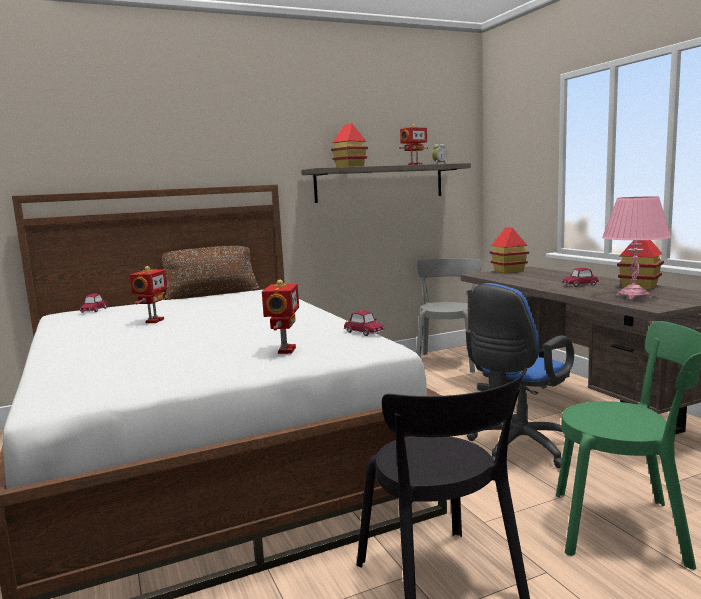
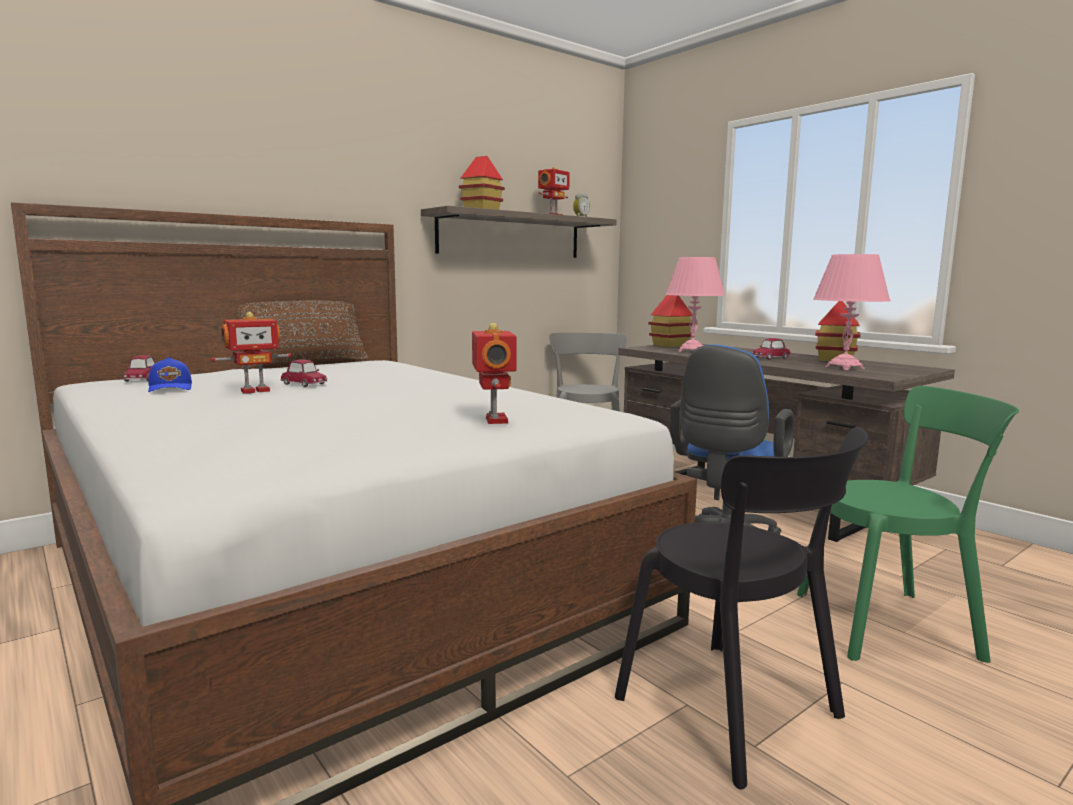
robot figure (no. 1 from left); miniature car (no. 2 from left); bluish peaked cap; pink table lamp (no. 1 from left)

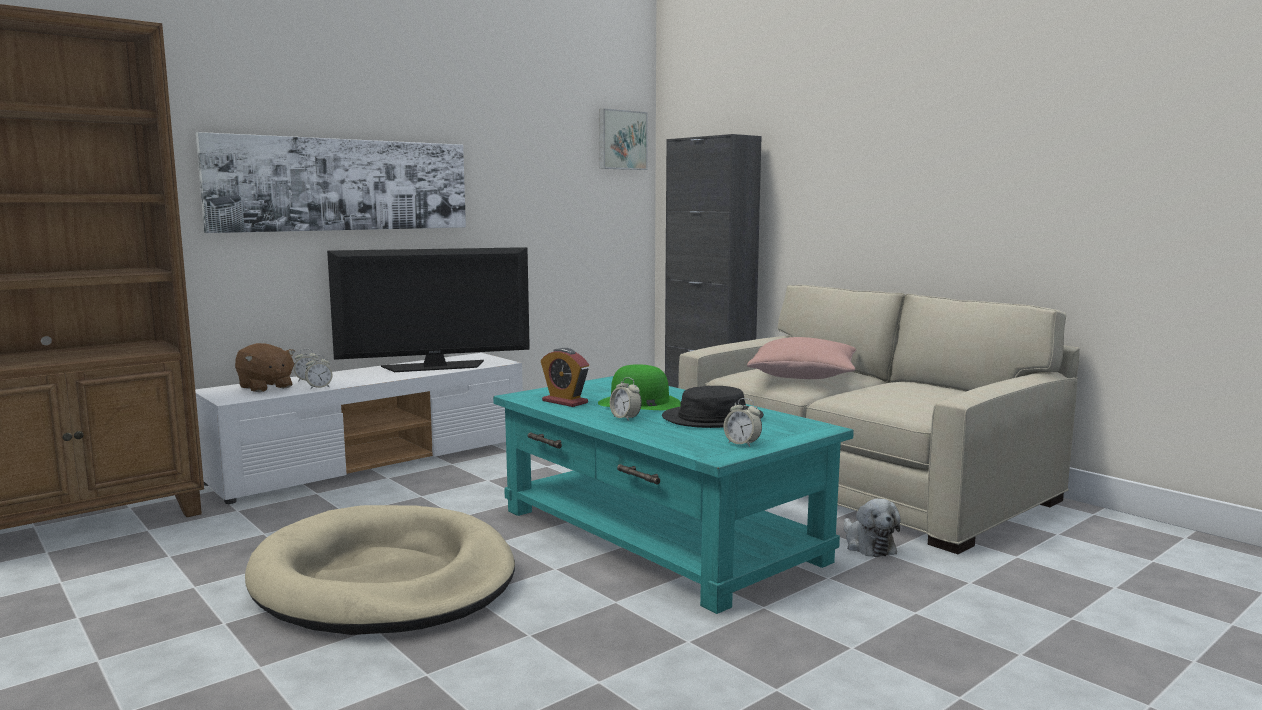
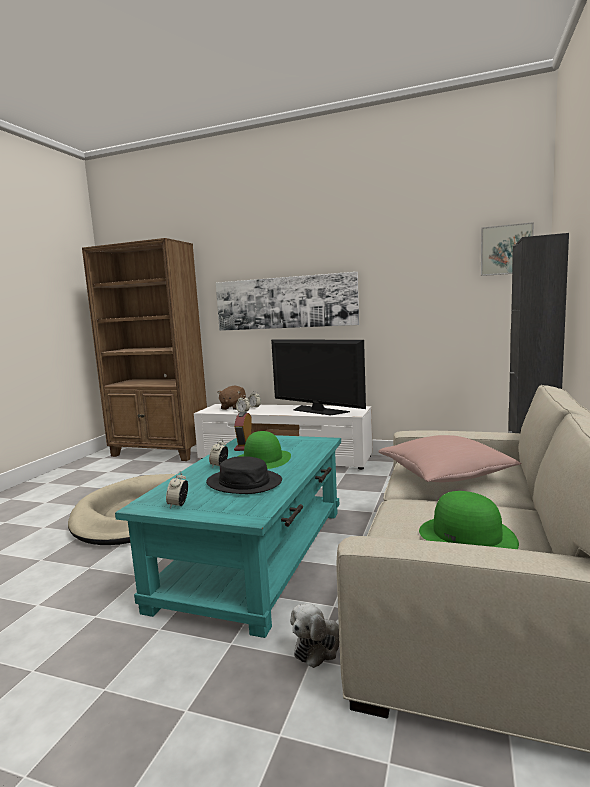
greenish clothing hat (no. 2 from left)

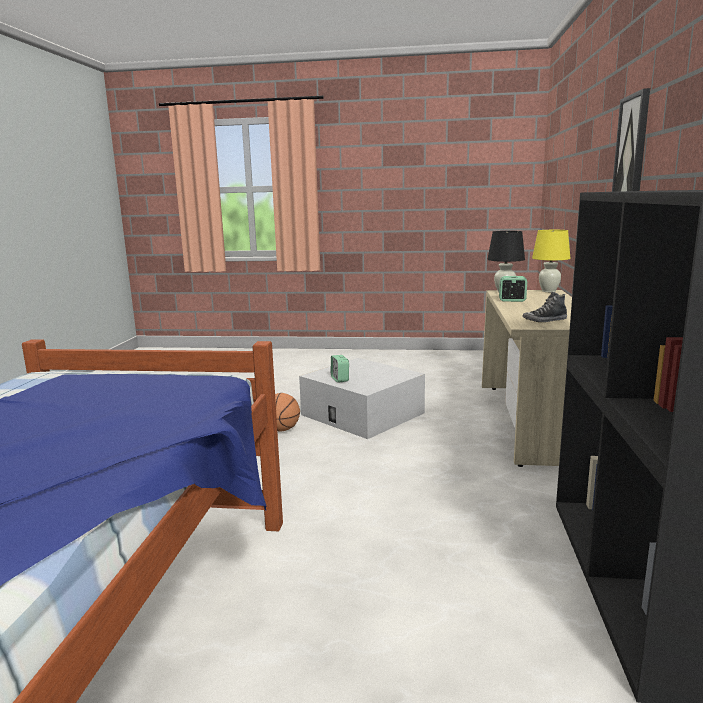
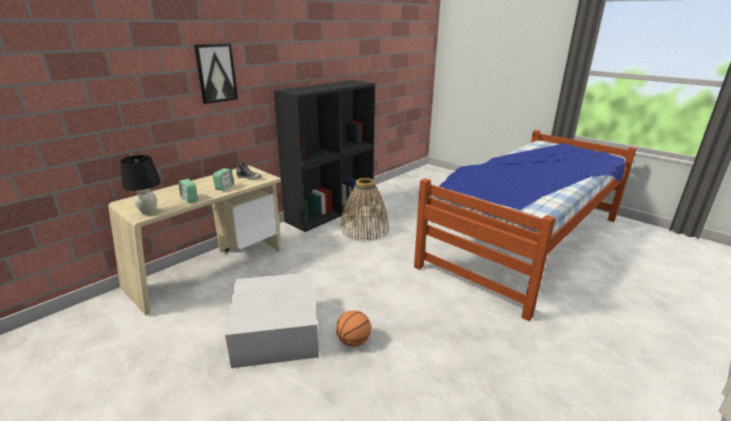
table clock (no. 2 from left); yellowish table lamp; storage basket

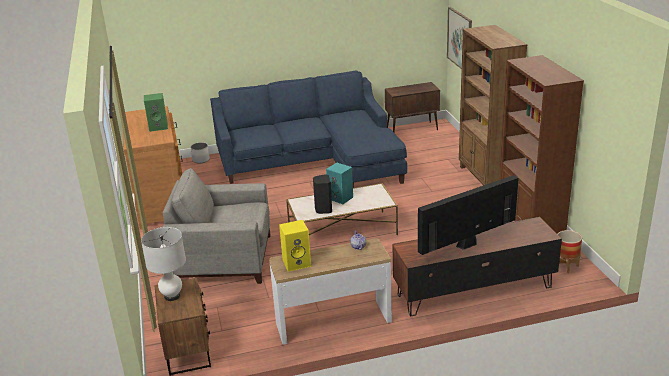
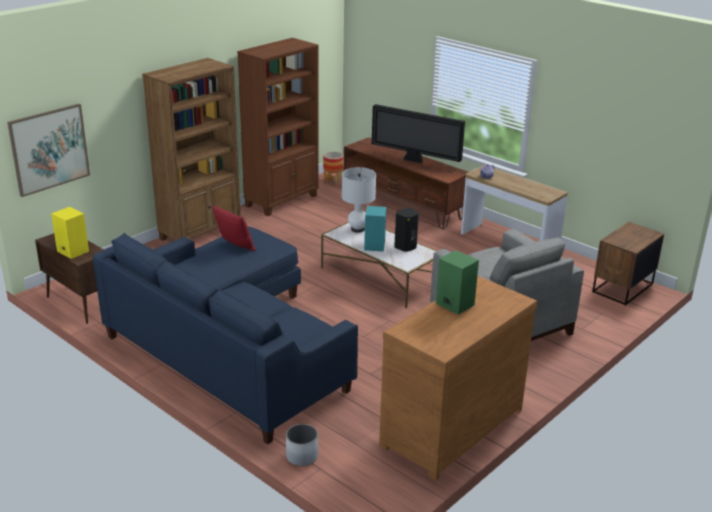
white-coloured table lamp; yellowish speaker; reddish pillow

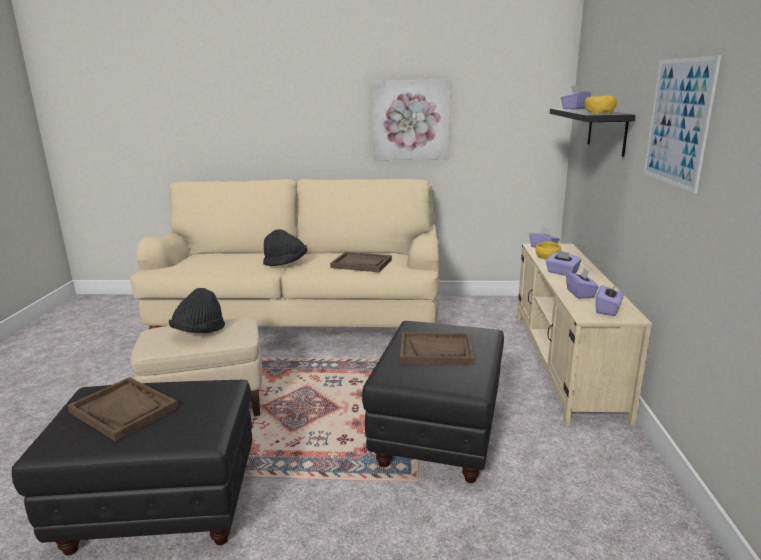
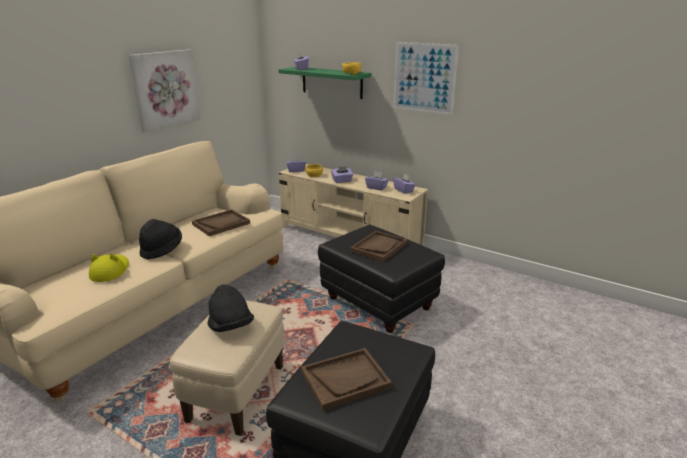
greenish shelf; yellowish clothing hat

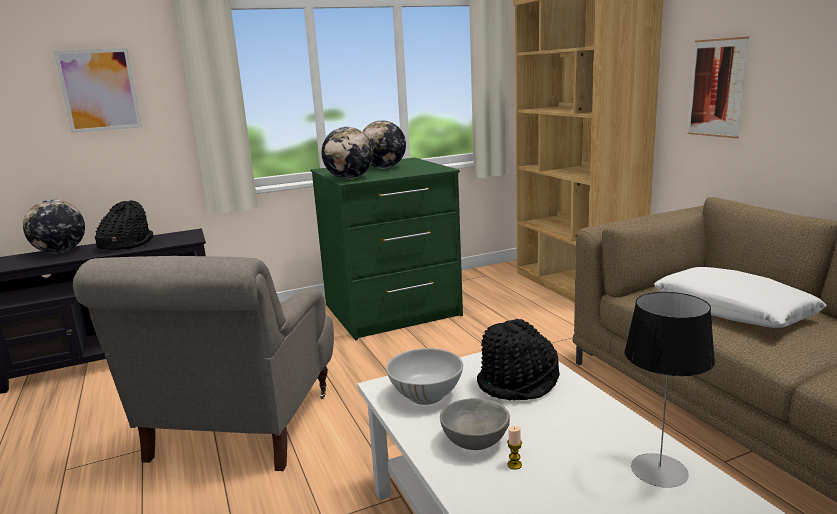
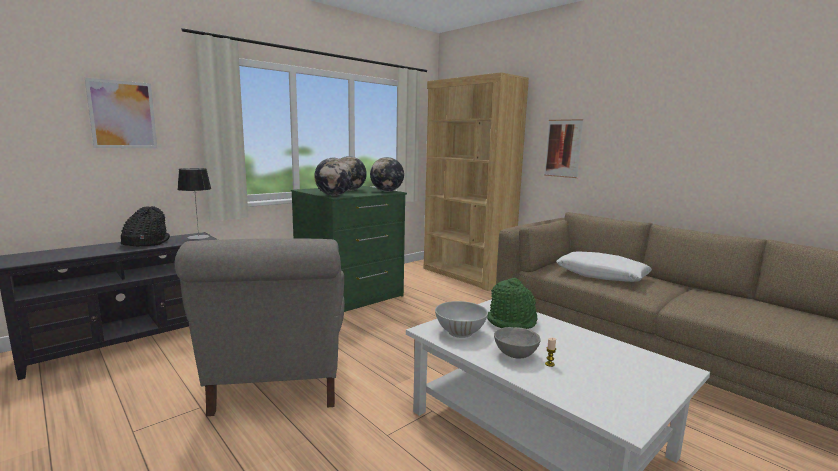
globe (no. 3 from left); greenish clothing hat; table lamp

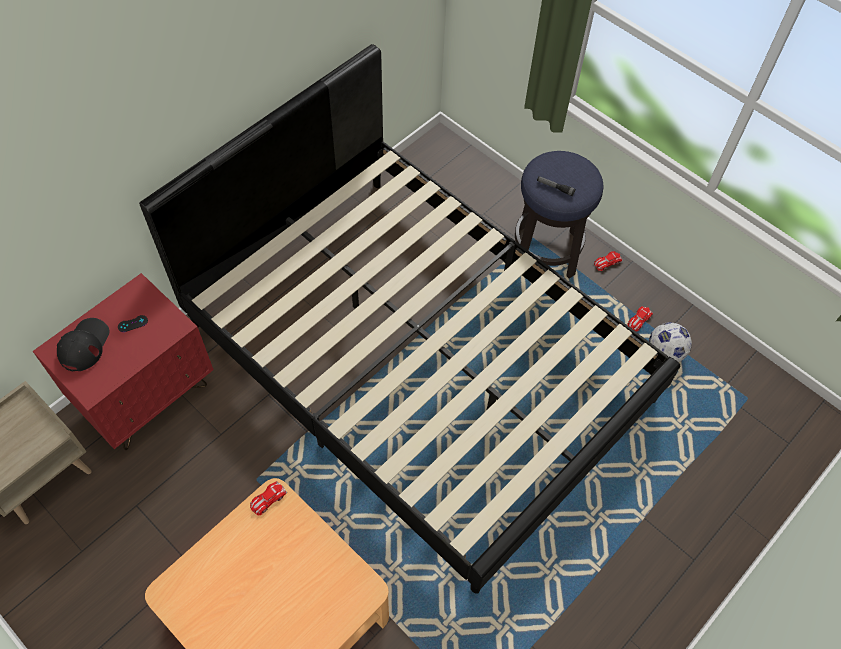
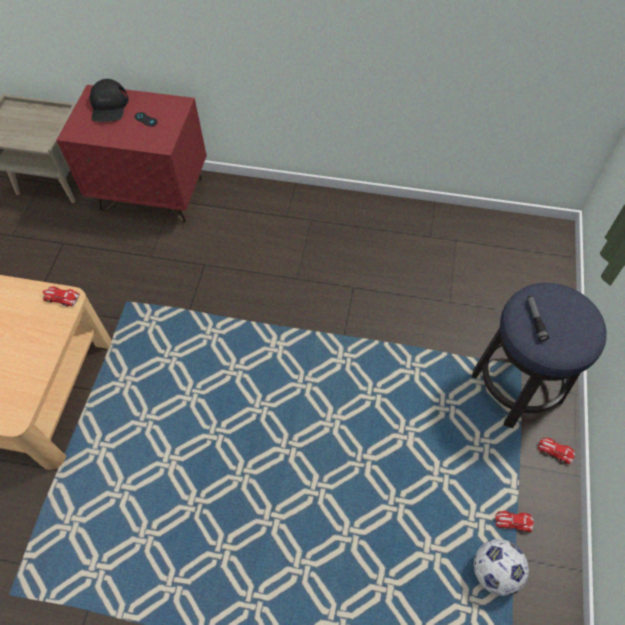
black-coloured peaked cap; black-coloured bedroom bed

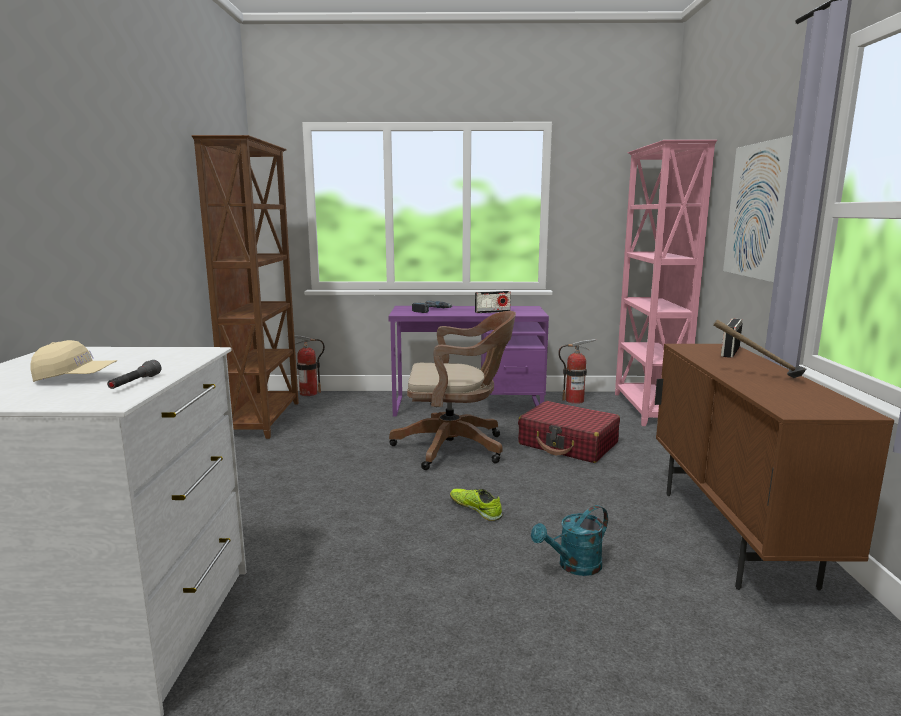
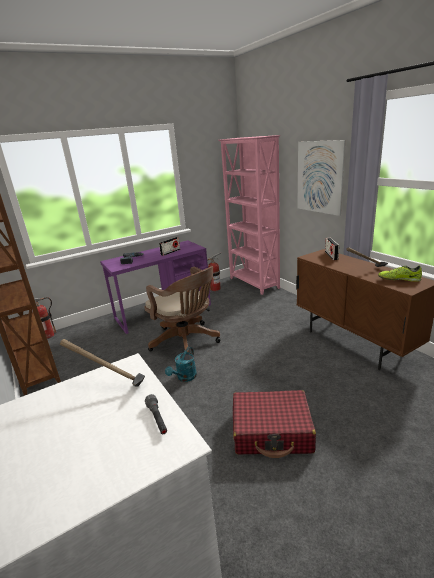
beige-coloured peaked cap; brown computer chair; item of footwear; reddish suitcase; turquoise sprinkling can; hammer (no. 1 from left)

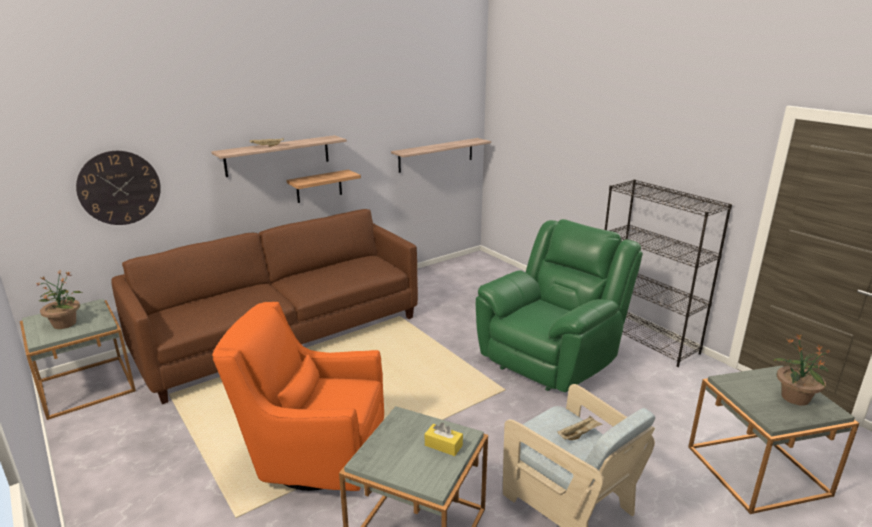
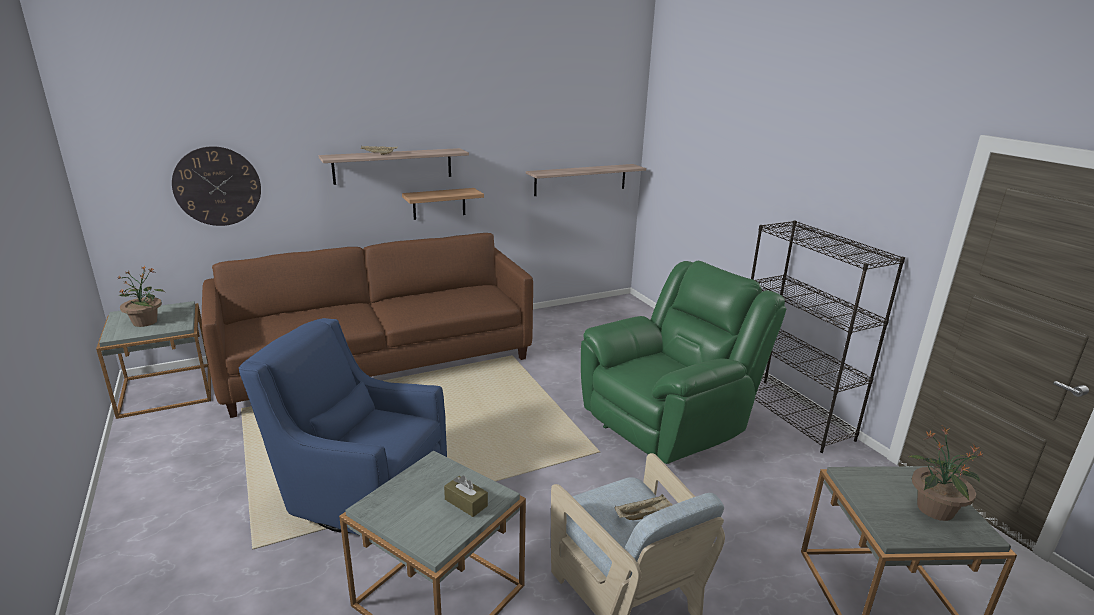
bluish armchair; brown tissue holder

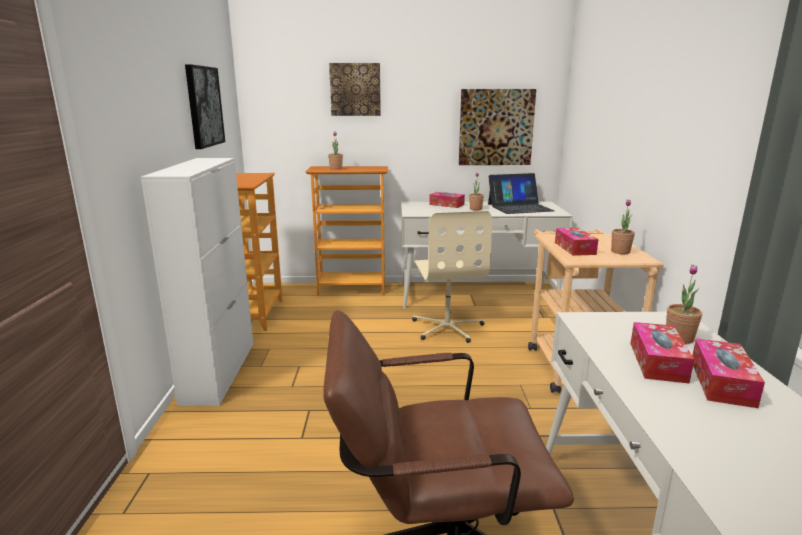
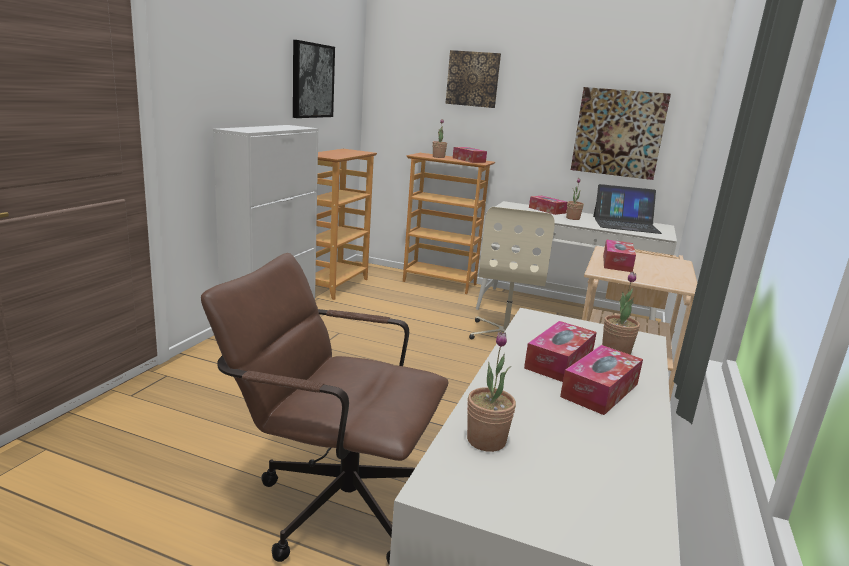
plant in a pot (no. 2 from left); tissue holder (no. 1 from left)

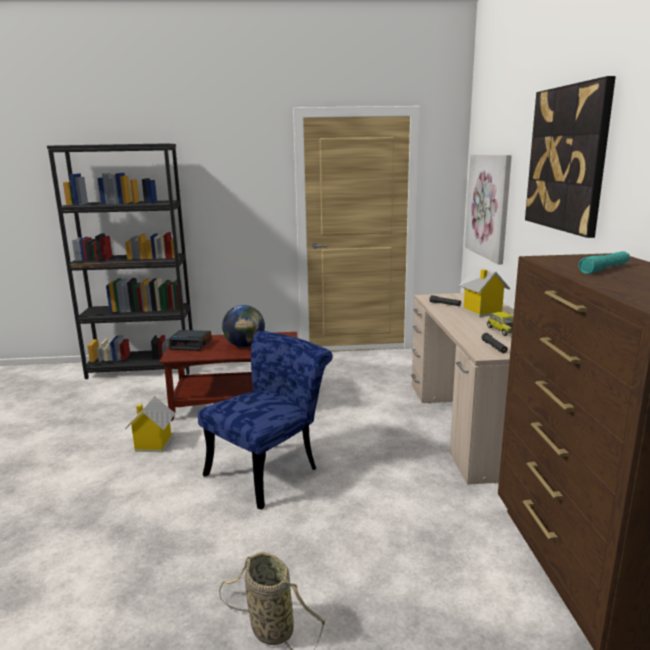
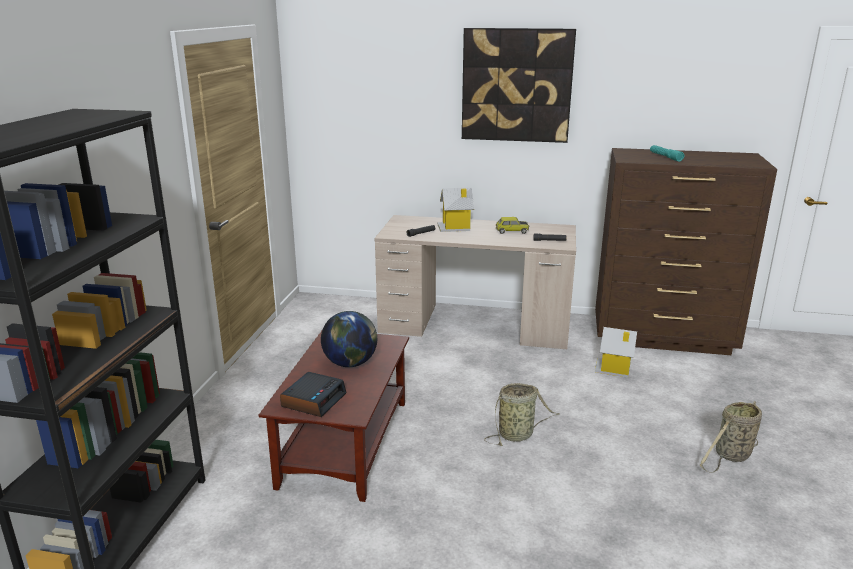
miniature house (no. 2 from left); storage basket (no. 1 from left); picture (no. 1 from left in the first image)

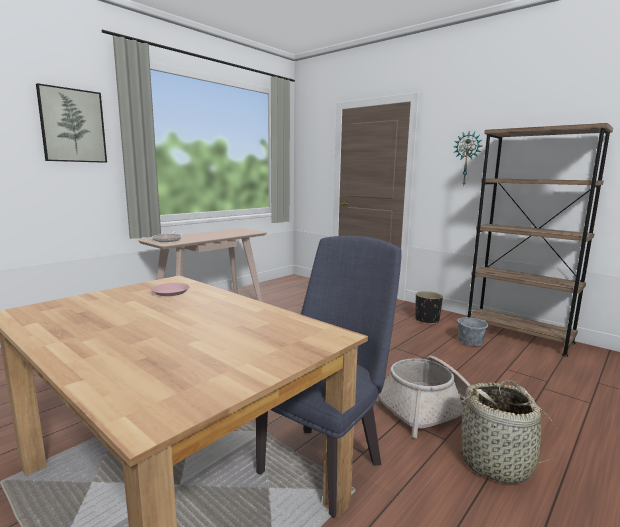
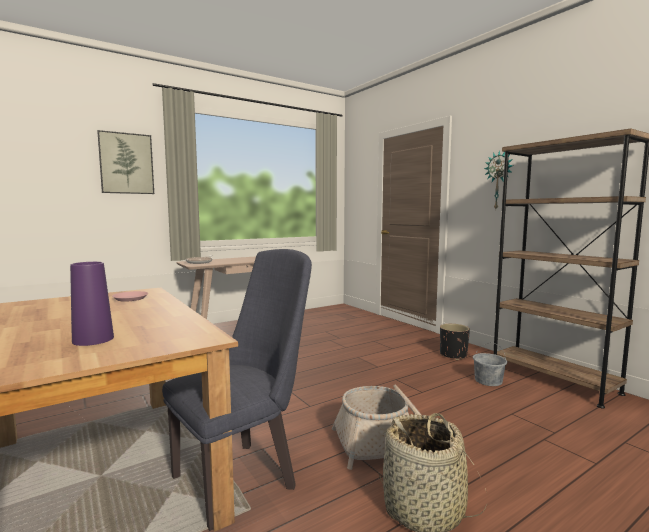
purple-coloured vase

